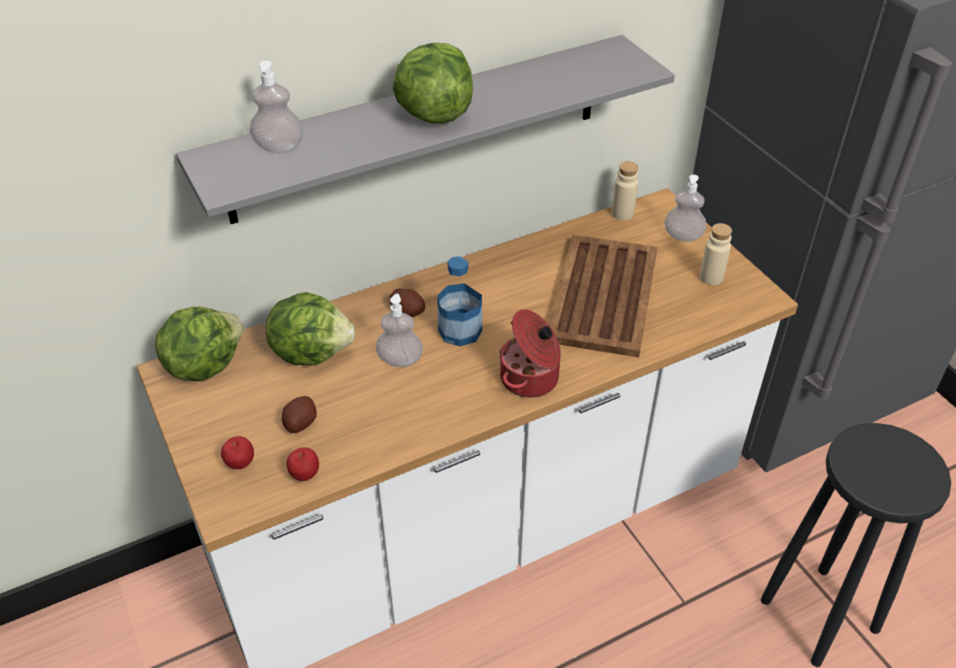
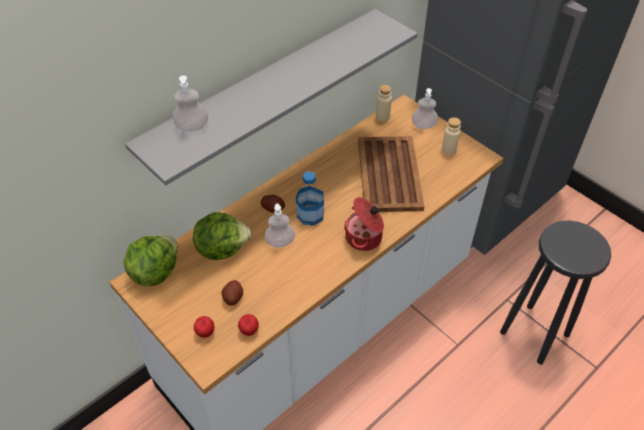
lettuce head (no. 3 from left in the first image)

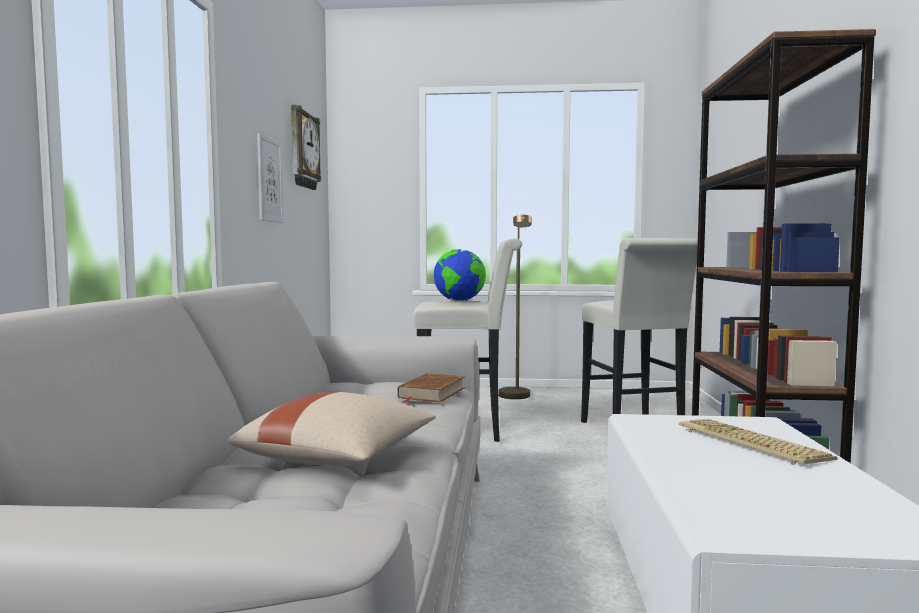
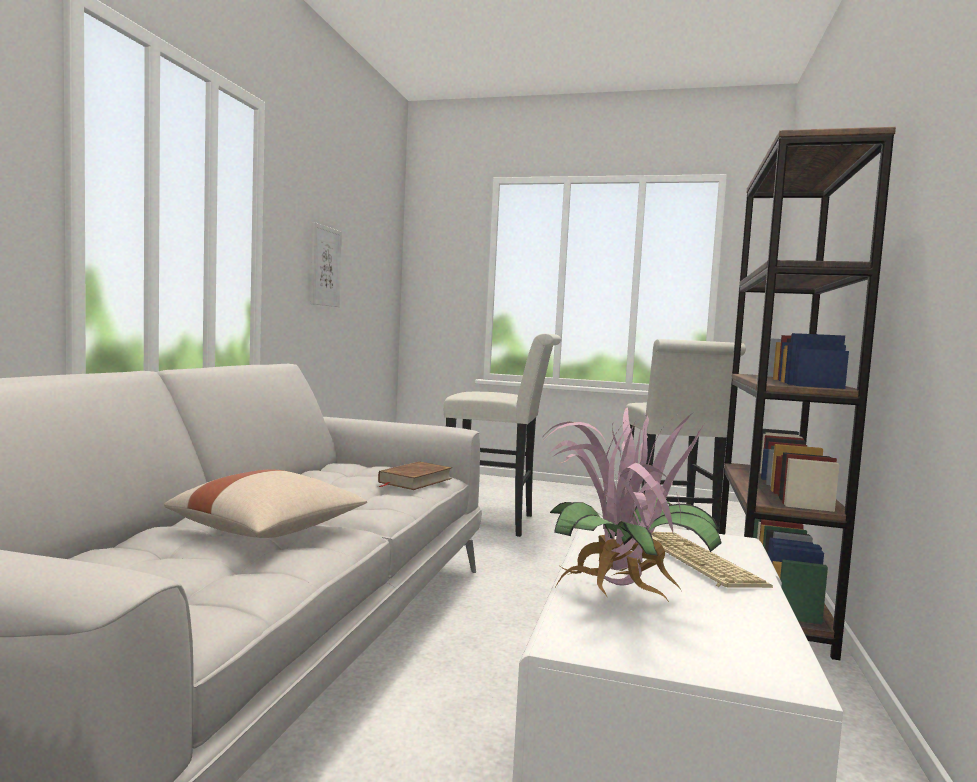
hanging clock; globe; brown standing lamp; plant in a pot

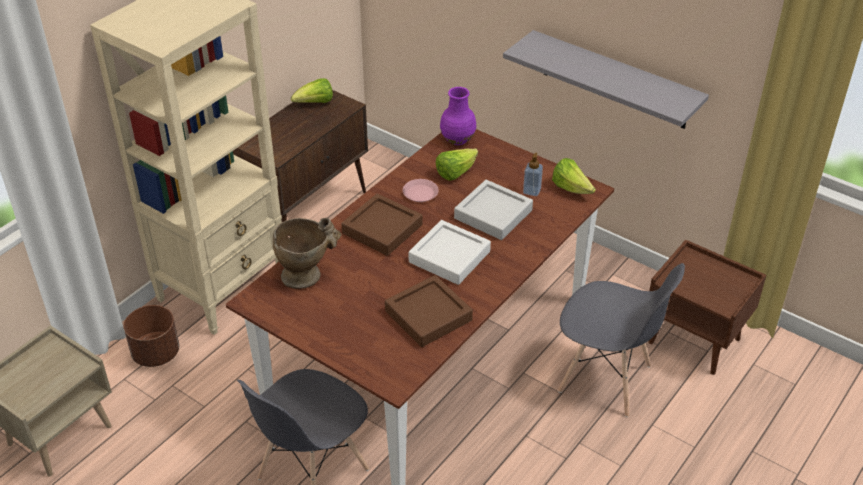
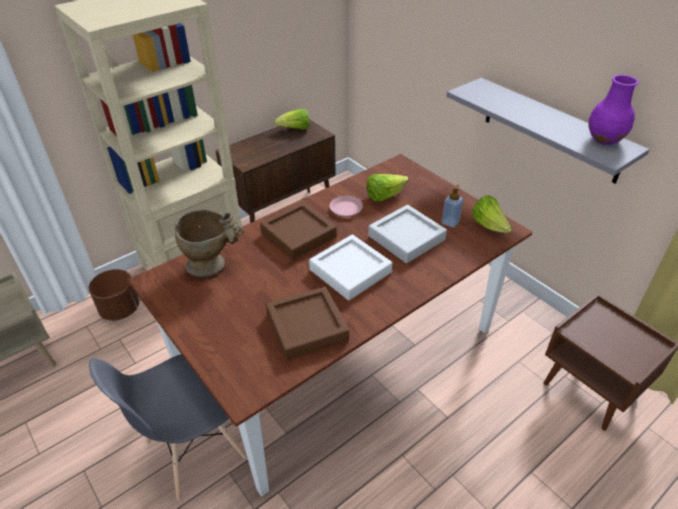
purple-coloured vase; greyish upright chair (no. 2 from left in the first image)

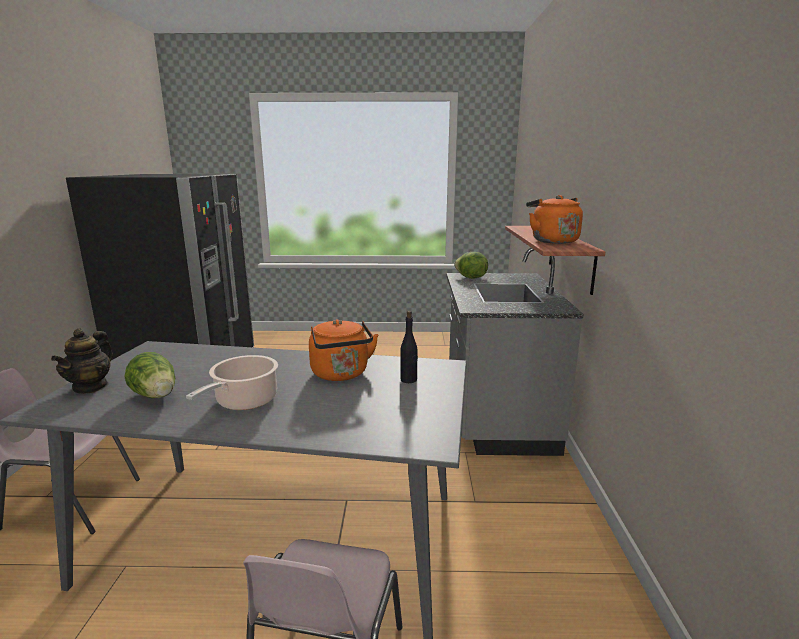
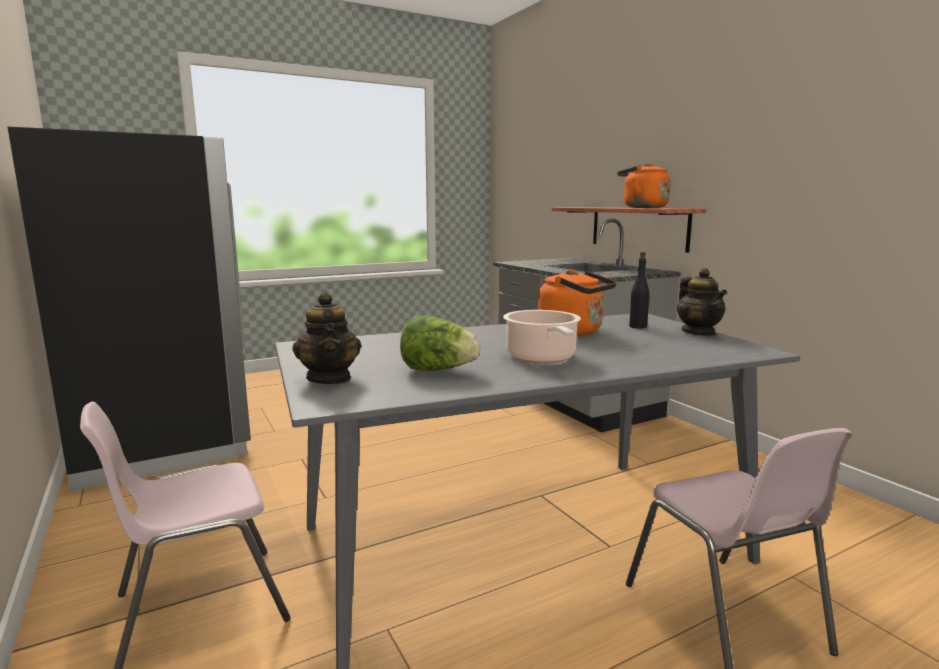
lettuce head (no. 2 from left in the first image); tea pot (no. 2 from left)

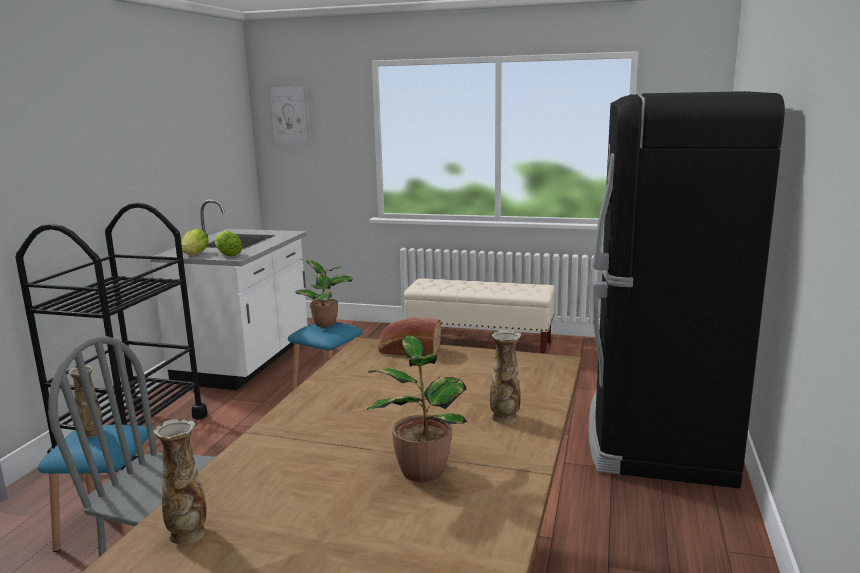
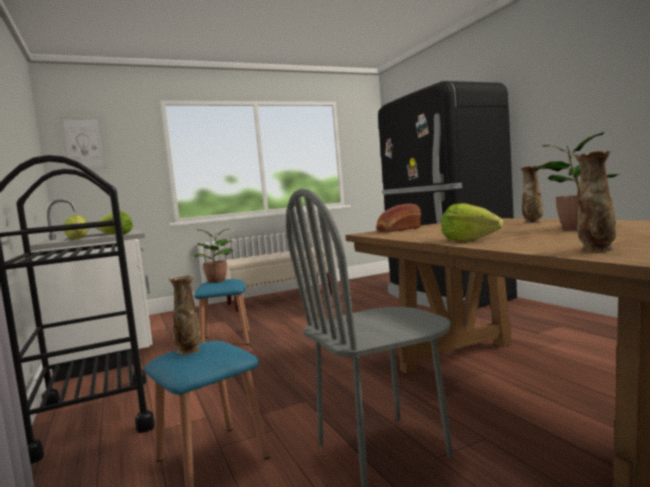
lettuce head (no. 3 from left)

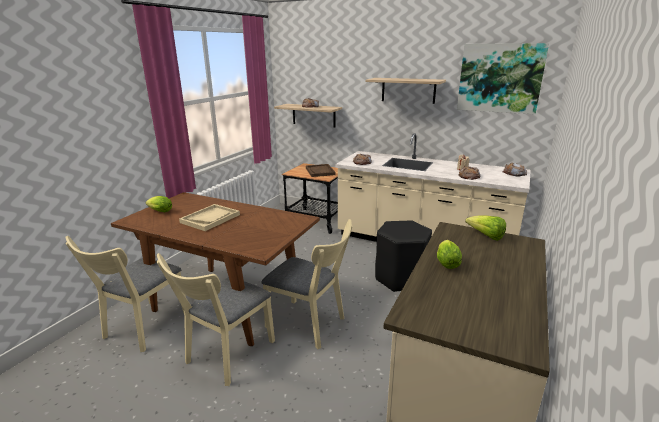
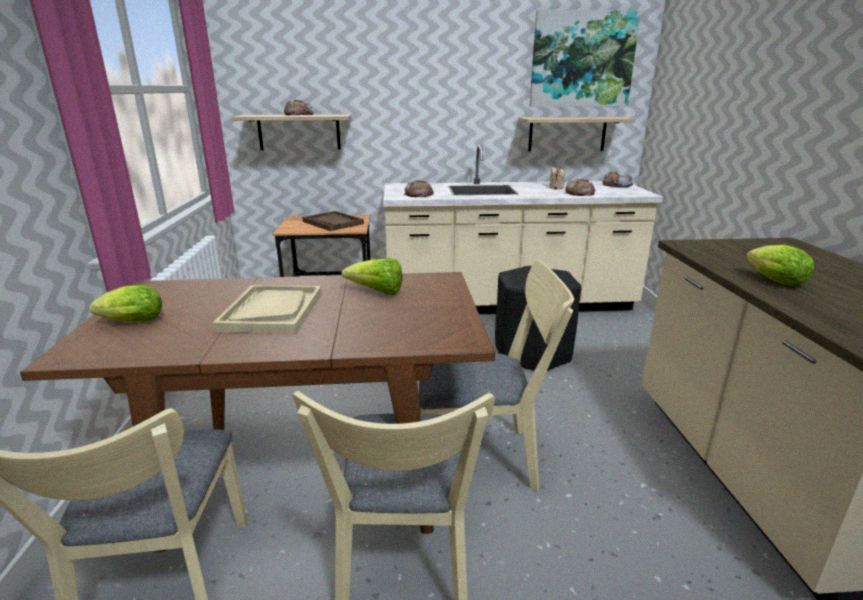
shelf (no. 2 from left); lettuce head (no. 2 from left)

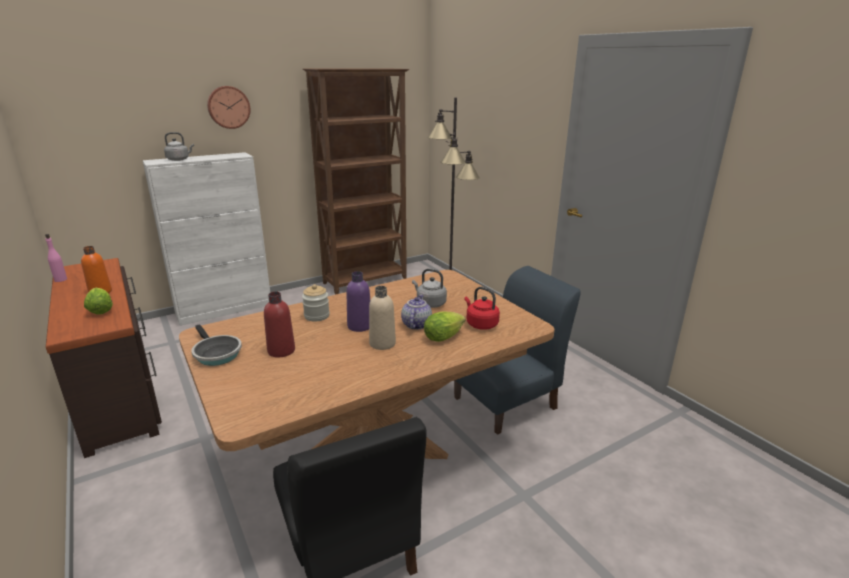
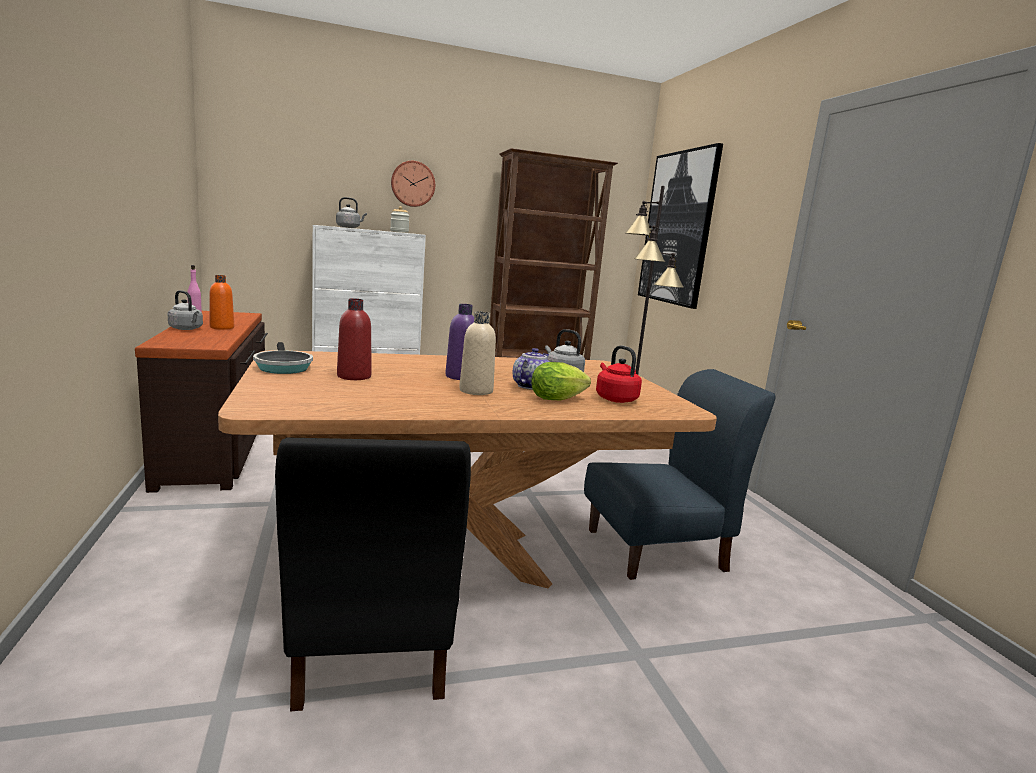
lettuce head (no. 1 from left in the first image); preserve jar; greyish water kettle (no. 1 from left); picture

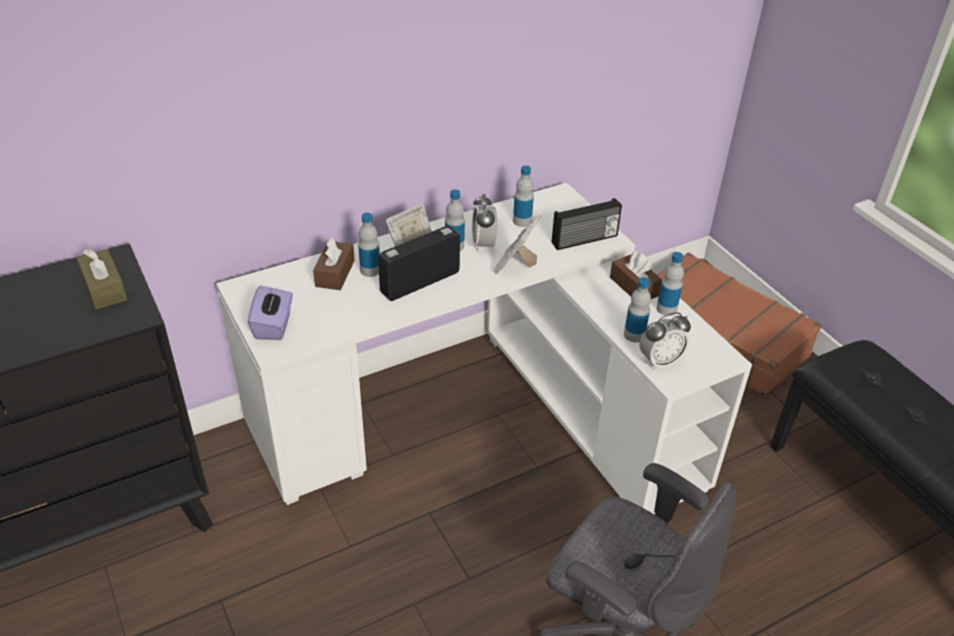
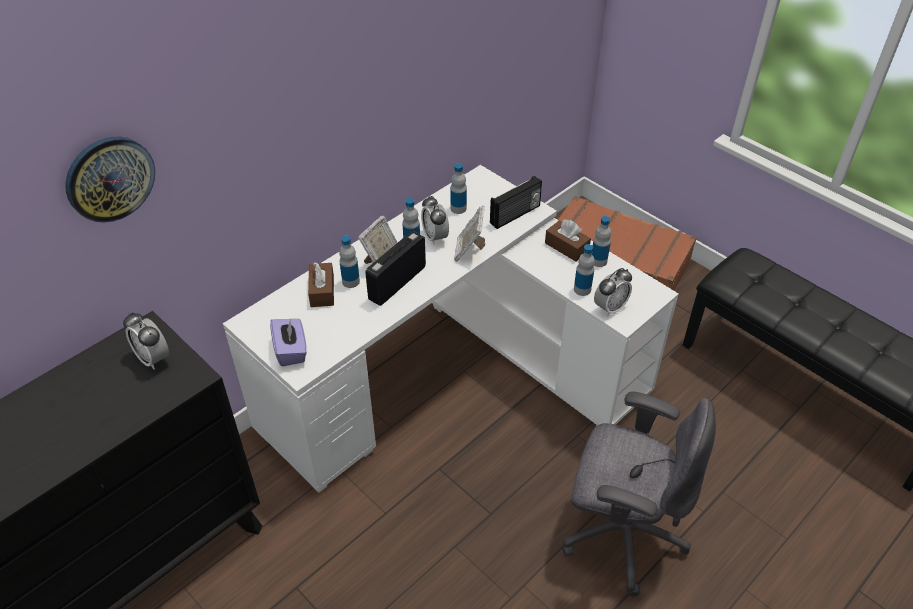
table clock (no. 1 from left); hanging clock

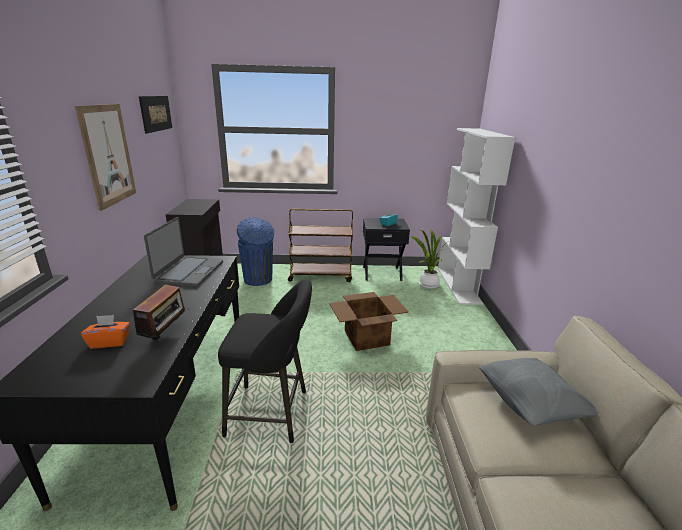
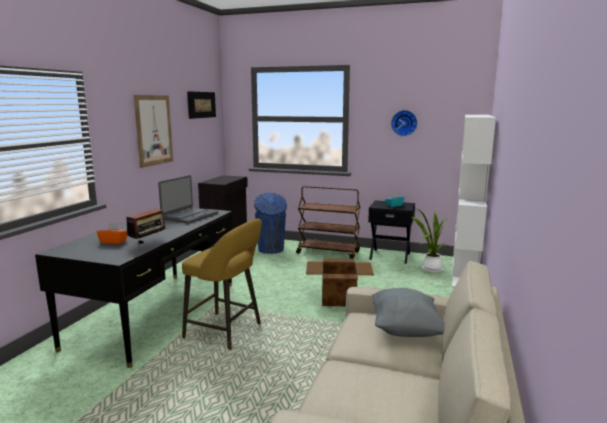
yellowish stool seat; hanging clock

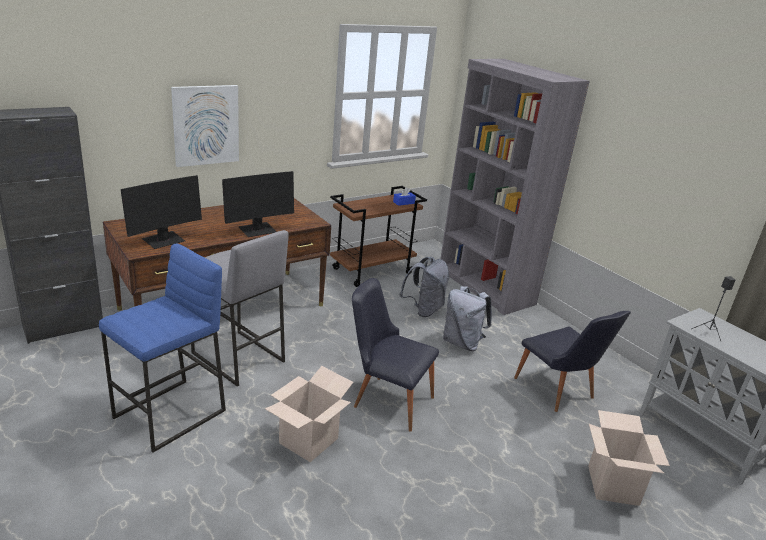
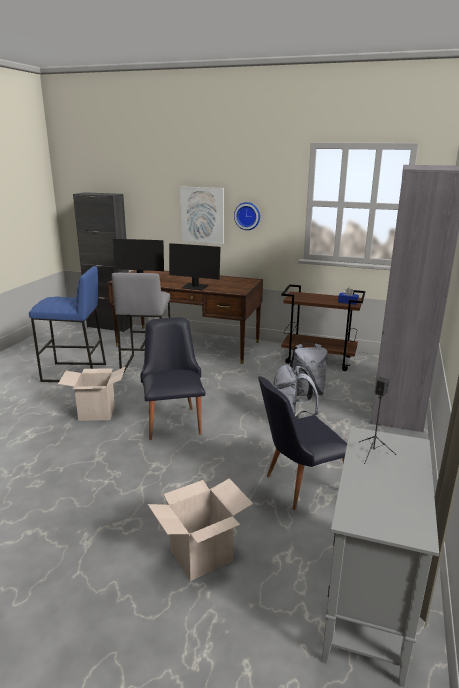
black-coloured upright chair (no. 2 from left); hanging clock

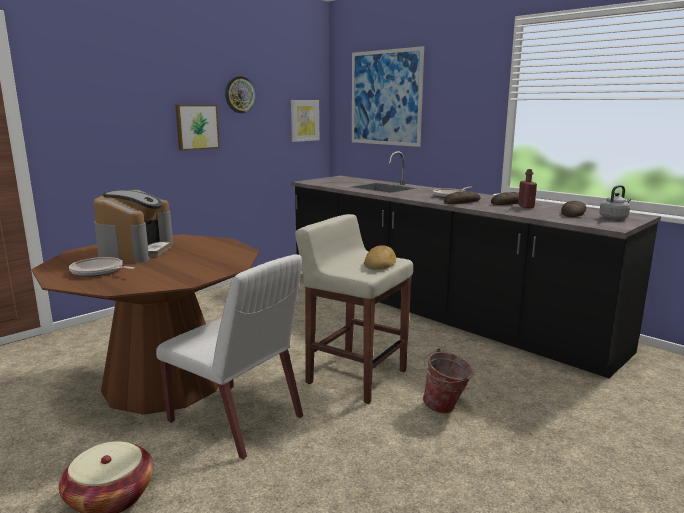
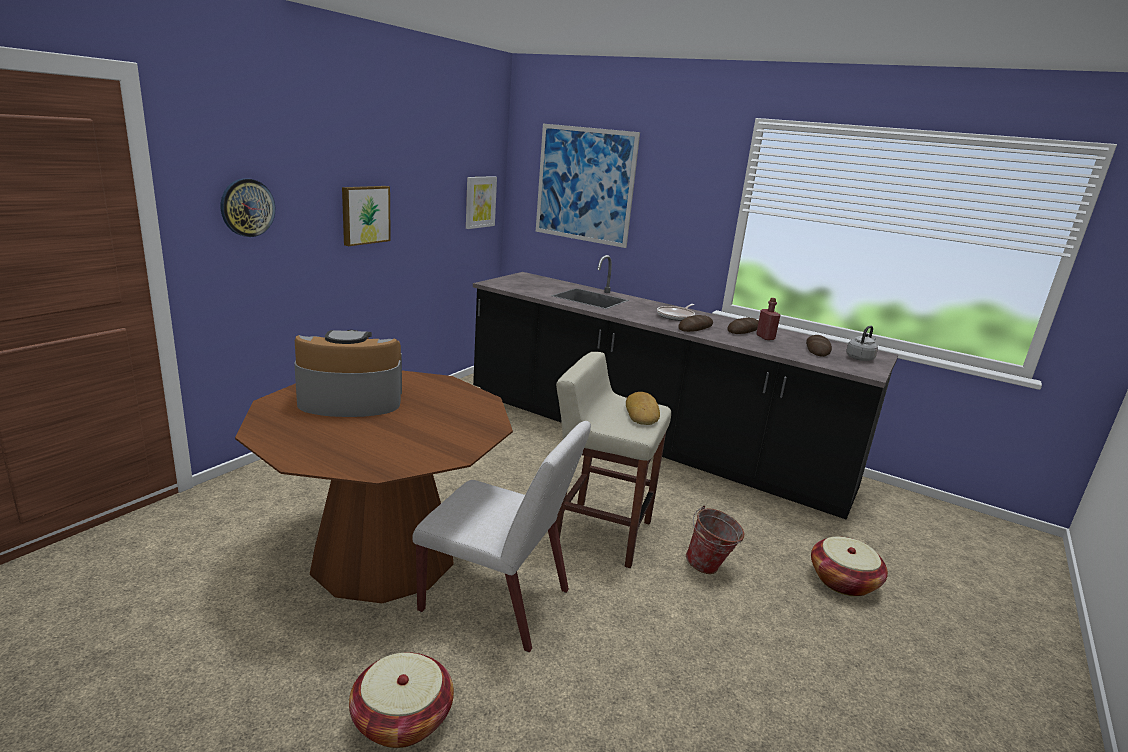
pan (no. 1 from left in the first image); coffee maker; hanging clock; storage basket (no. 2 from left)

